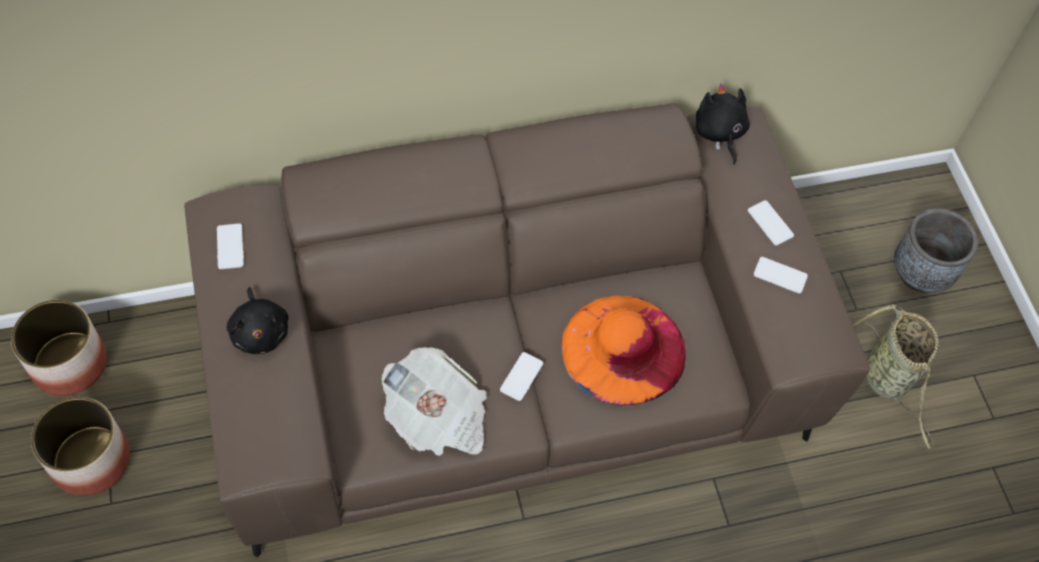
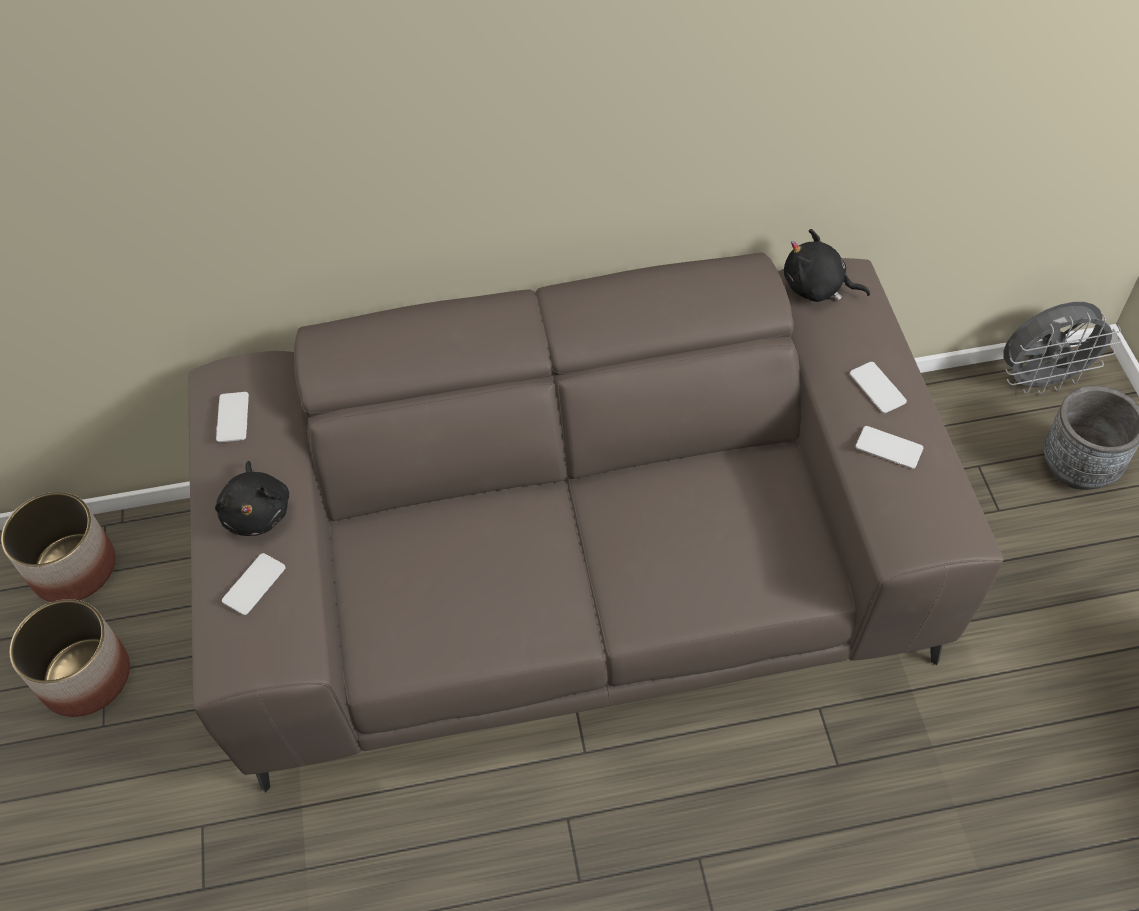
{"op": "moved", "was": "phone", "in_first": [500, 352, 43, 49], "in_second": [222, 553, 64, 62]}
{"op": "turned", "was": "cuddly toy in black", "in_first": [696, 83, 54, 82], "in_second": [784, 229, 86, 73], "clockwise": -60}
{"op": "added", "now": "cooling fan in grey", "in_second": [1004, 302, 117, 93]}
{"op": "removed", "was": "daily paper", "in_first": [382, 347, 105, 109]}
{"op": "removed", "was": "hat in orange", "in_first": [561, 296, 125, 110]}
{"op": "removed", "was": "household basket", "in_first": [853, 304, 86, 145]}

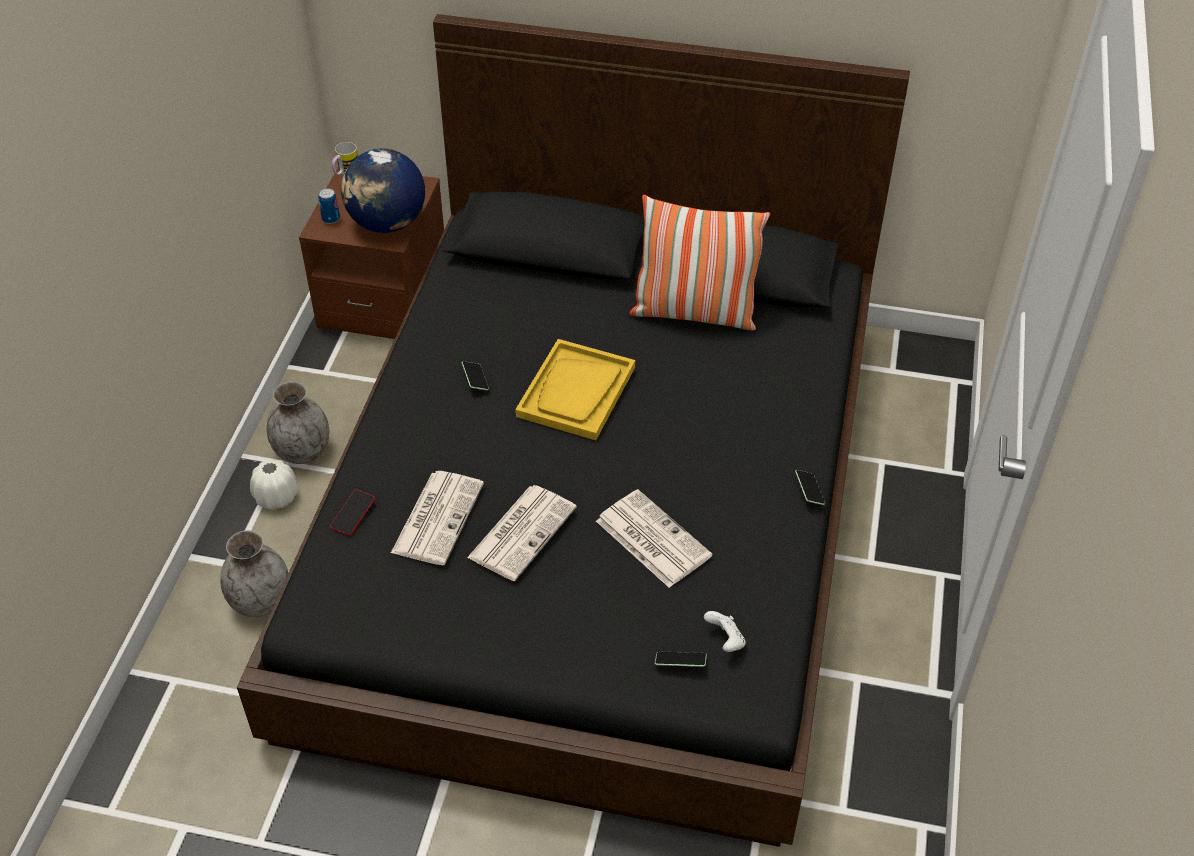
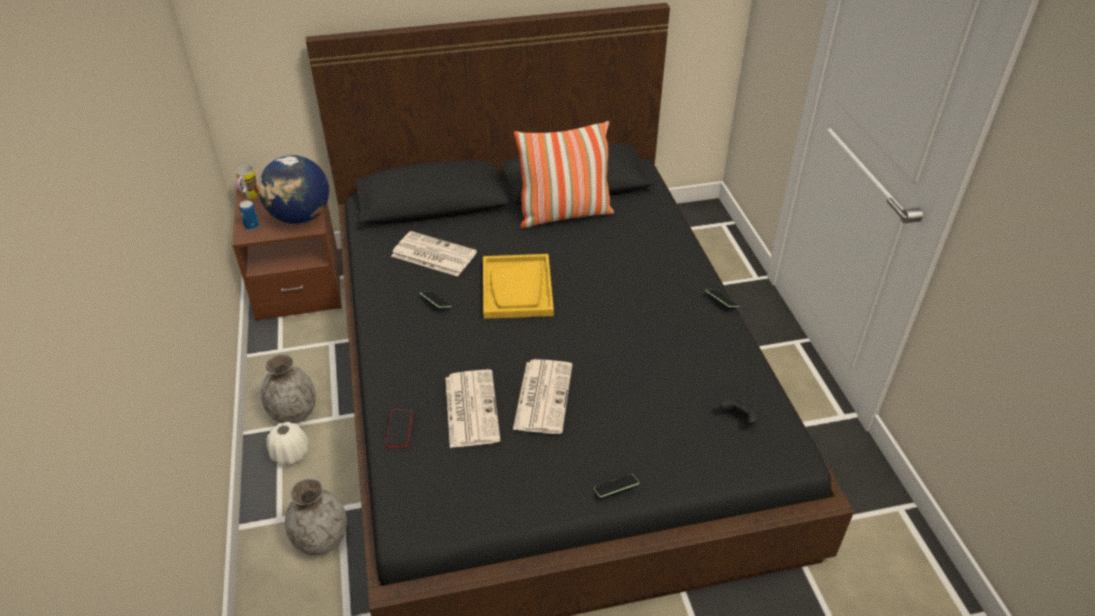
{"op": "moved", "was": "daily paper", "in_first": [596, 489, 116, 99], "in_second": [391, 231, 86, 45]}
{"op": "moved", "was": "phone", "in_first": [655, 651, 52, 16], "in_second": [594, 474, 45, 24]}
{"op": "recoloured", "was": "joypad in white-coloured", "now": "joypad in black", "in_first": [704, 611, 42, 41], "in_second": [720, 399, 38, 26]}

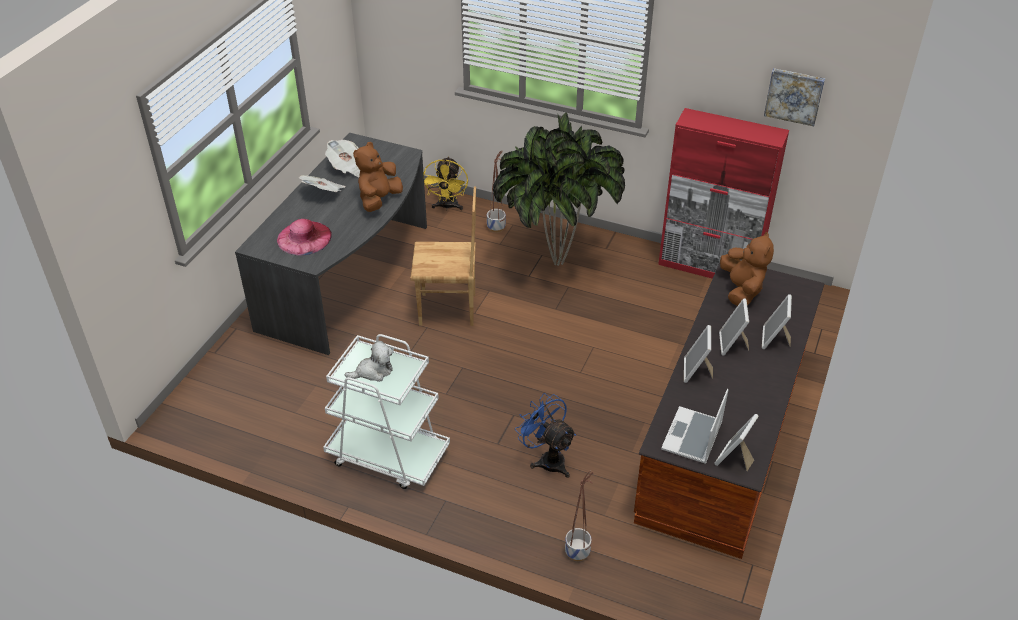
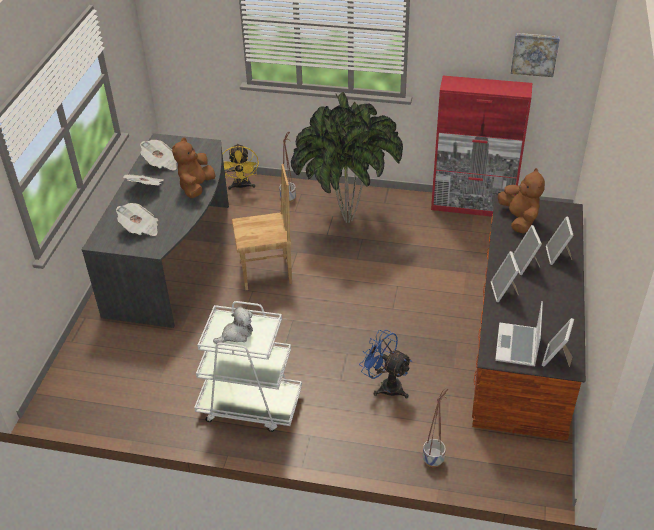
{"op": "replaced", "was": "hat in pink-coloured", "now": "daily paper", "in_first": [277, 219, 55, 36], "in_second": [116, 203, 42, 33]}

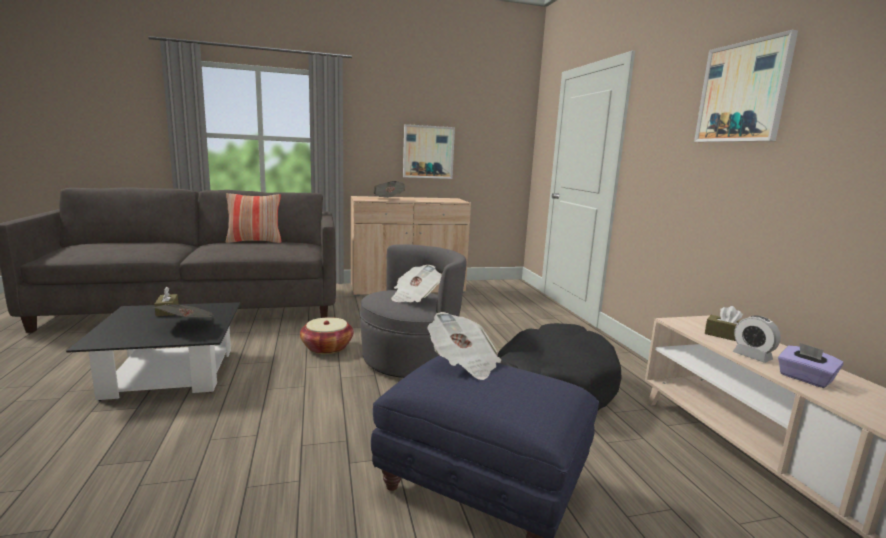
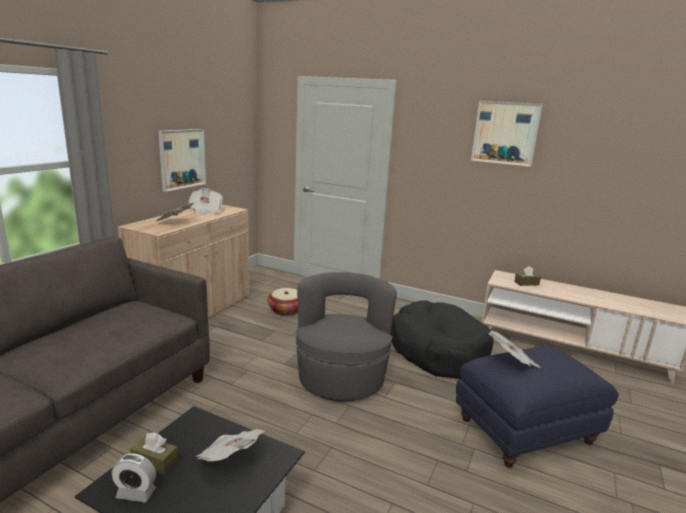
{"op": "moved", "was": "alarm clock", "in_first": [733, 315, 48, 48], "in_second": [112, 454, 44, 48]}
{"op": "moved", "was": "daily paper", "in_first": [391, 265, 51, 37], "in_second": [188, 188, 35, 28]}
{"op": "moved", "was": "household basket", "in_first": [300, 317, 53, 37], "in_second": [267, 288, 31, 28]}
{"op": "removed", "was": "cushion", "in_first": [226, 193, 56, 50]}
{"op": "removed", "was": "tissue box in purple-coloured", "in_first": [778, 343, 66, 45]}

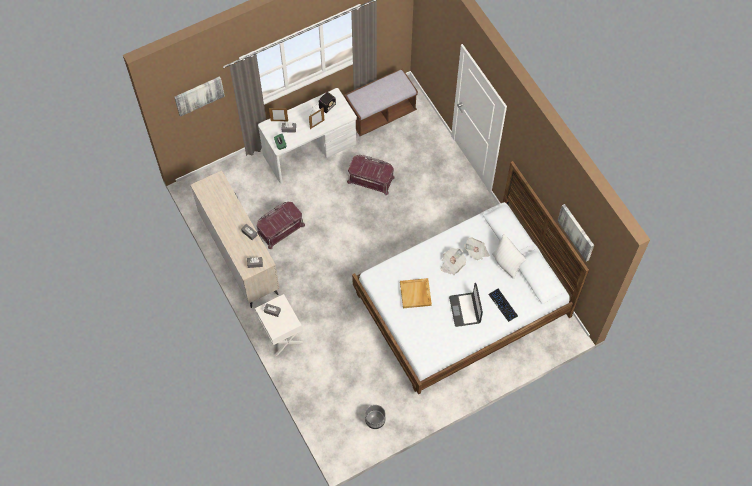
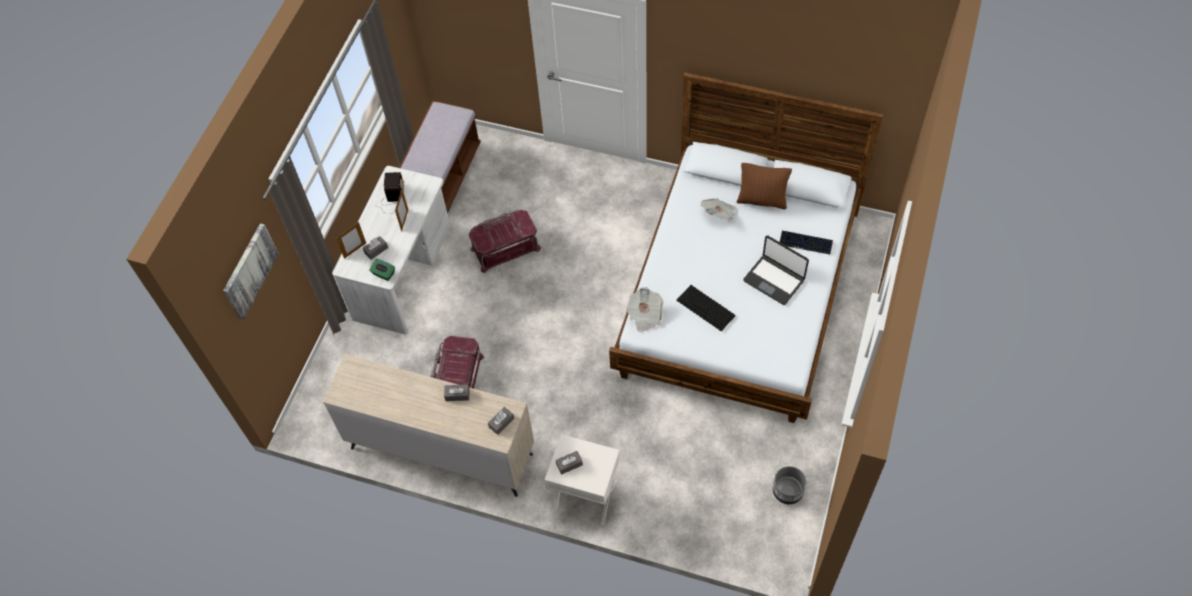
{"op": "moved", "was": "daily paper", "in_first": [441, 248, 25, 27], "in_second": [626, 287, 37, 45]}
{"op": "replaced", "was": "tray in beige-coloured", "now": "PC keyboard", "in_first": [400, 278, 32, 30], "in_second": [676, 285, 60, 46]}
{"op": "recoloured", "was": "cushion in white-coloured", "now": "cushion in brownish", "in_first": [492, 234, 34, 45], "in_second": [736, 163, 56, 47]}
{"op": "removed", "was": "wall art", "in_first": [557, 204, 37, 58]}

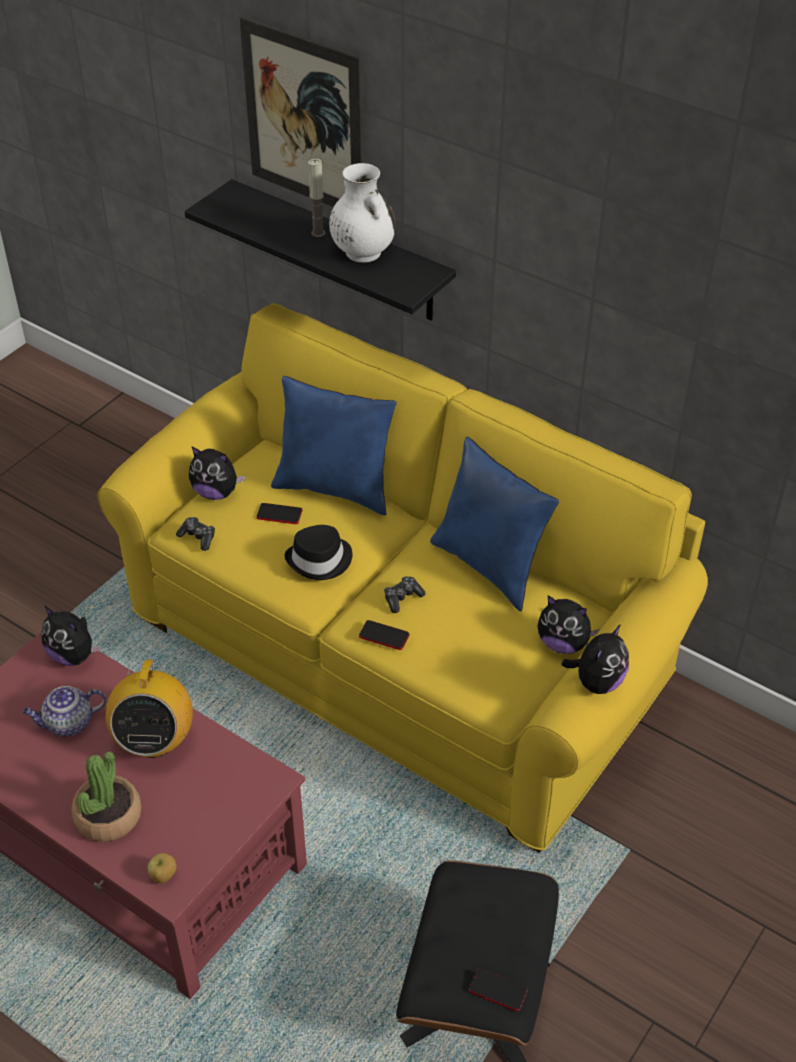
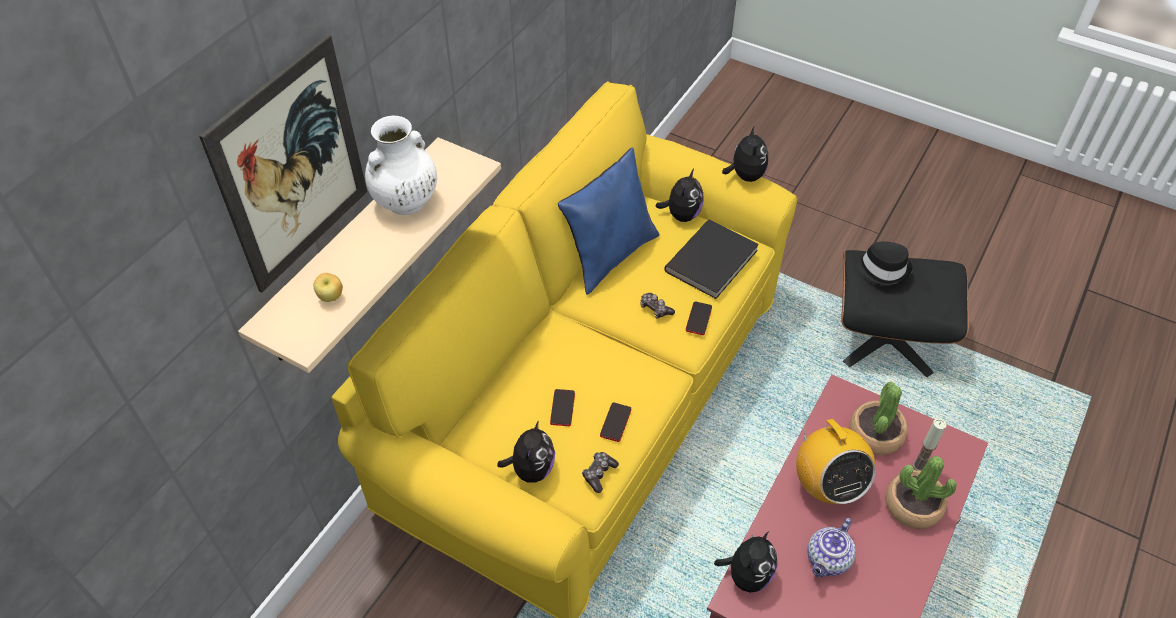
{"op": "recoloured", "was": "shelf in black", "now": "shelf in beige-coloured", "in_first": [185, 179, 271, 141], "in_second": [238, 137, 263, 236]}
{"op": "moved", "was": "whole apple", "in_first": [148, 853, 28, 31], "in_second": [313, 273, 30, 29]}
{"op": "moved", "was": "phone", "in_first": [469, 968, 59, 43], "in_second": [600, 402, 31, 40]}
{"op": "added", "now": "volume in black", "in_second": [664, 220, 95, 79]}
{"op": "turned", "was": "cuddly toy", "in_first": [561, 624, 68, 70], "in_second": [722, 125, 46, 57], "clockwise": 60}
{"op": "turned", "was": "radio set", "in_first": [105, 656, 88, 102], "in_second": [796, 419, 80, 85], "clockwise": 75}
{"op": "turned", "was": "teapot", "in_first": [23, 686, 83, 50], "in_second": [807, 518, 49, 59], "clockwise": 60}
{"op": "added", "now": "potted plant", "in_second": [849, 382, 58, 73]}
{"op": "moved", "was": "hat in black", "in_first": [285, 525, 67, 55], "in_second": [855, 241, 58, 45]}
{"op": "moved", "was": "wax light", "in_first": [308, 159, 17, 78], "in_second": [913, 418, 34, 53]}
{"op": "removed", "was": "cushion in bluish", "in_first": [271, 376, 125, 140]}

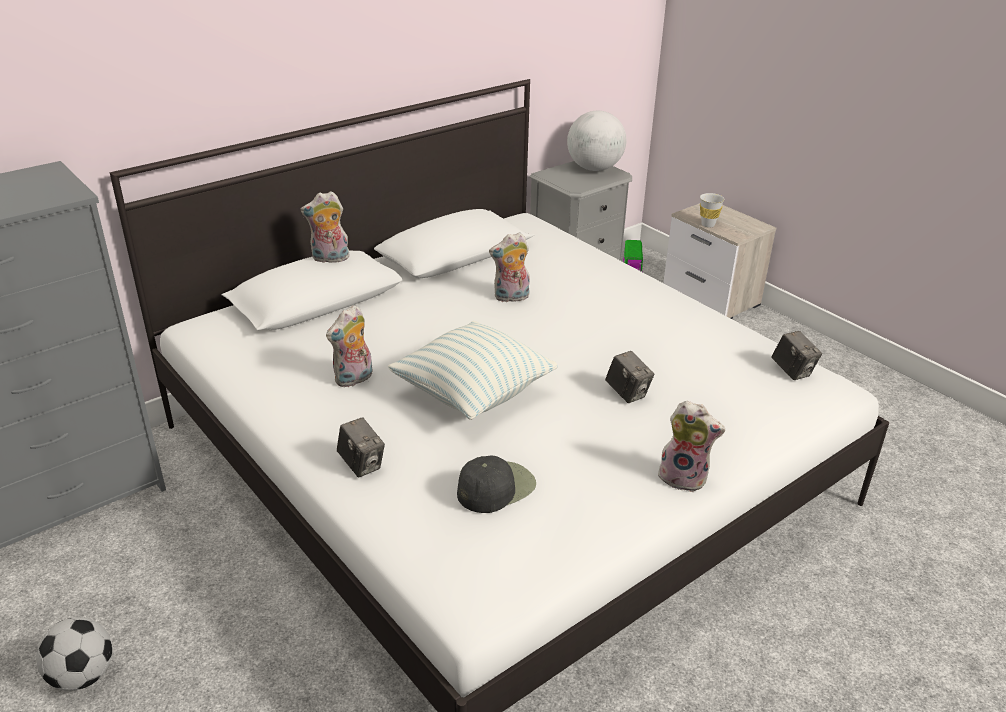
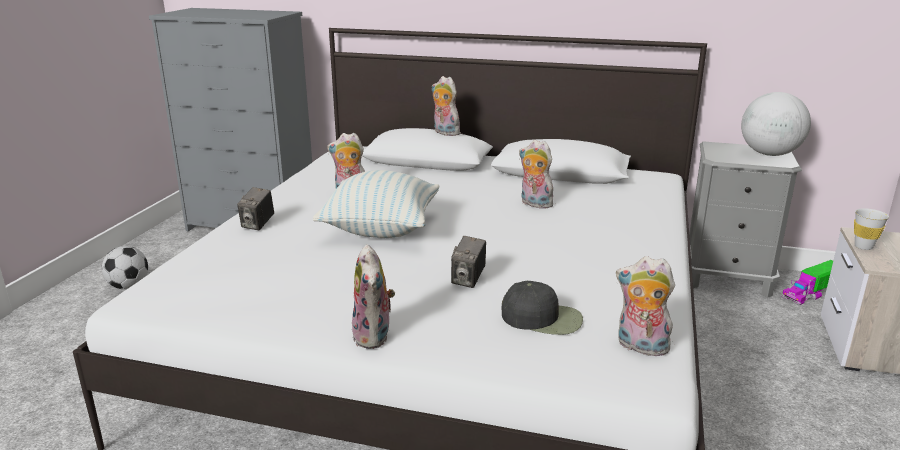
{"op": "moved", "was": "cap in black", "in_first": [457, 456, 79, 57], "in_second": [502, 281, 81, 54]}
{"op": "replaced", "was": "photo camera", "now": "cuddly toy", "in_first": [772, 331, 50, 49], "in_second": [616, 256, 59, 100]}

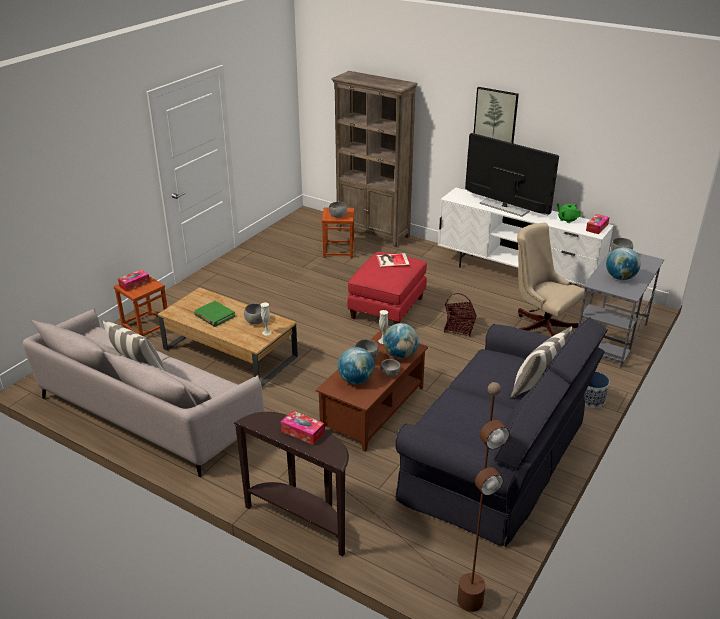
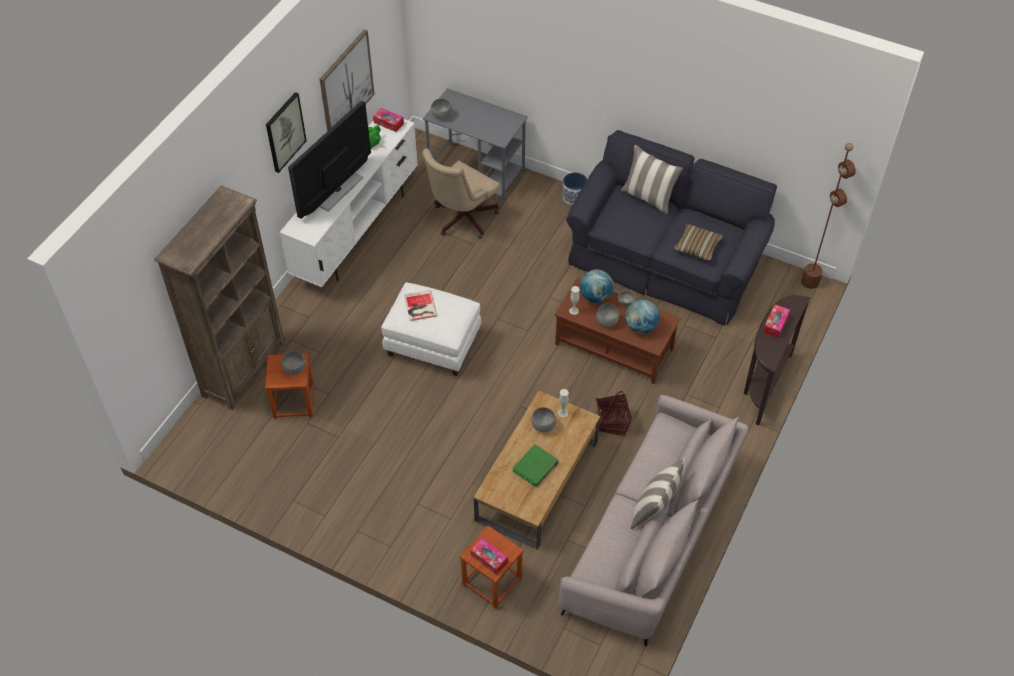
{"op": "added", "now": "wall art", "in_second": [320, 30, 54, 101]}
{"op": "recoloured", "was": "footrest in reddish", "now": "footrest in white-coloured", "in_first": [347, 252, 80, 72], "in_second": [381, 282, 100, 94]}
{"op": "moved", "was": "household basket", "in_first": [444, 293, 33, 43], "in_second": [595, 391, 37, 45]}
{"op": "added", "now": "cushion", "in_second": [674, 224, 49, 37]}
{"op": "removed", "was": "world globe", "in_first": [606, 247, 35, 33]}

